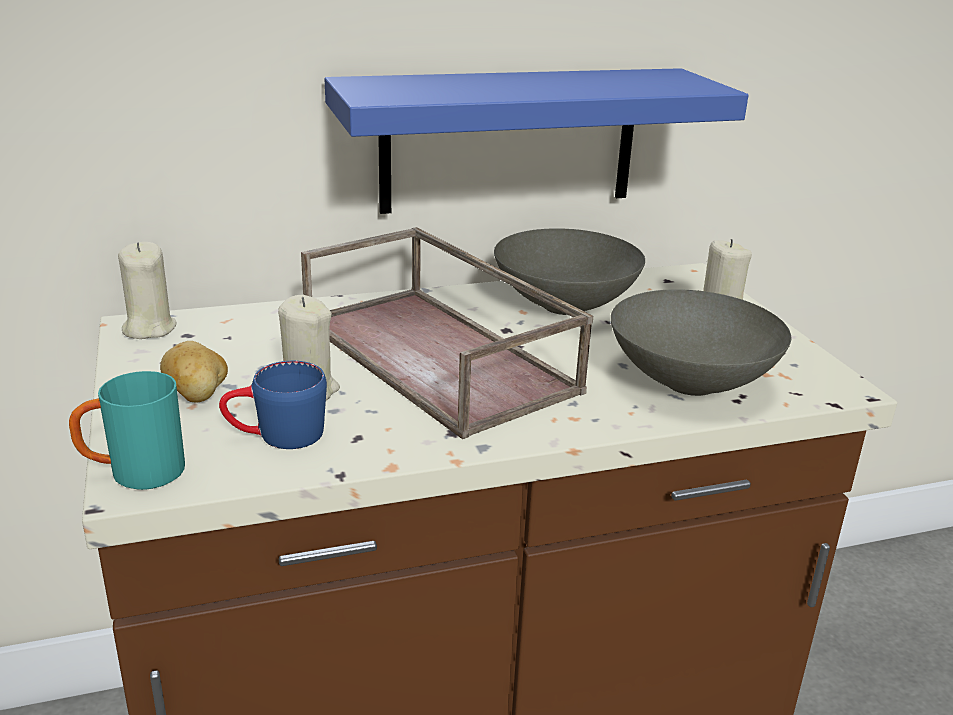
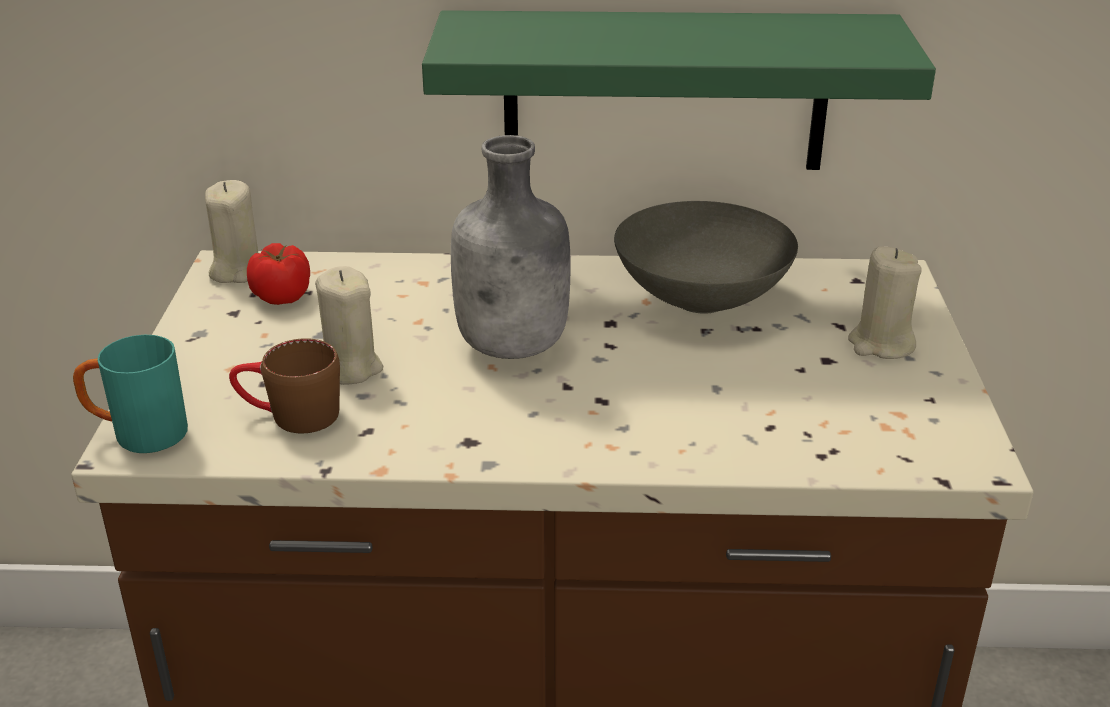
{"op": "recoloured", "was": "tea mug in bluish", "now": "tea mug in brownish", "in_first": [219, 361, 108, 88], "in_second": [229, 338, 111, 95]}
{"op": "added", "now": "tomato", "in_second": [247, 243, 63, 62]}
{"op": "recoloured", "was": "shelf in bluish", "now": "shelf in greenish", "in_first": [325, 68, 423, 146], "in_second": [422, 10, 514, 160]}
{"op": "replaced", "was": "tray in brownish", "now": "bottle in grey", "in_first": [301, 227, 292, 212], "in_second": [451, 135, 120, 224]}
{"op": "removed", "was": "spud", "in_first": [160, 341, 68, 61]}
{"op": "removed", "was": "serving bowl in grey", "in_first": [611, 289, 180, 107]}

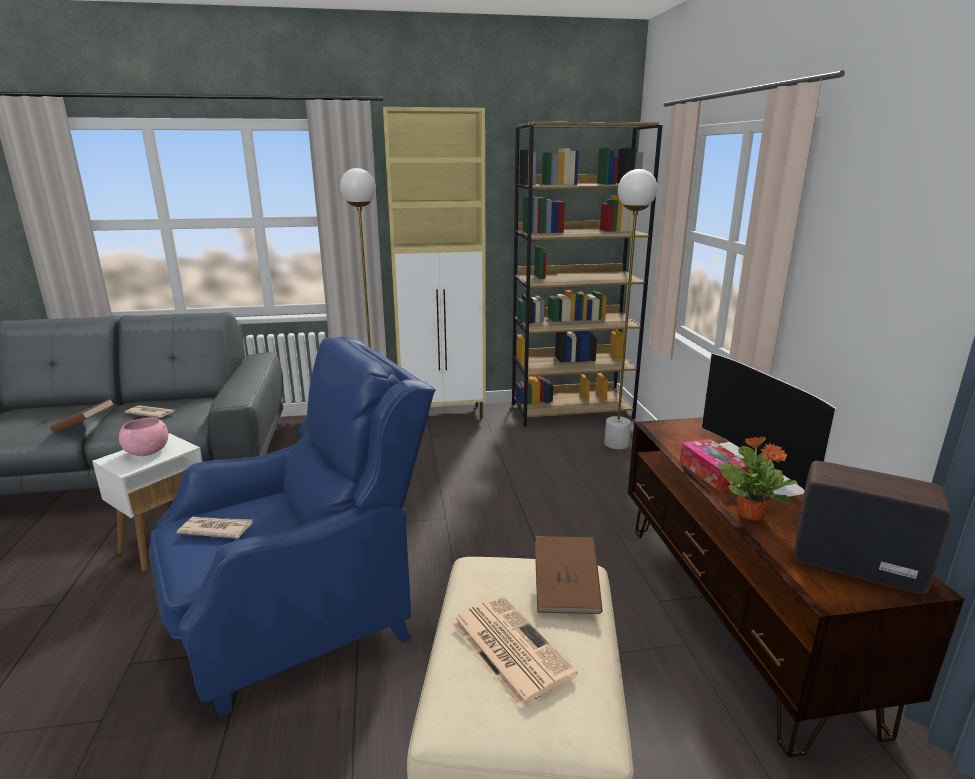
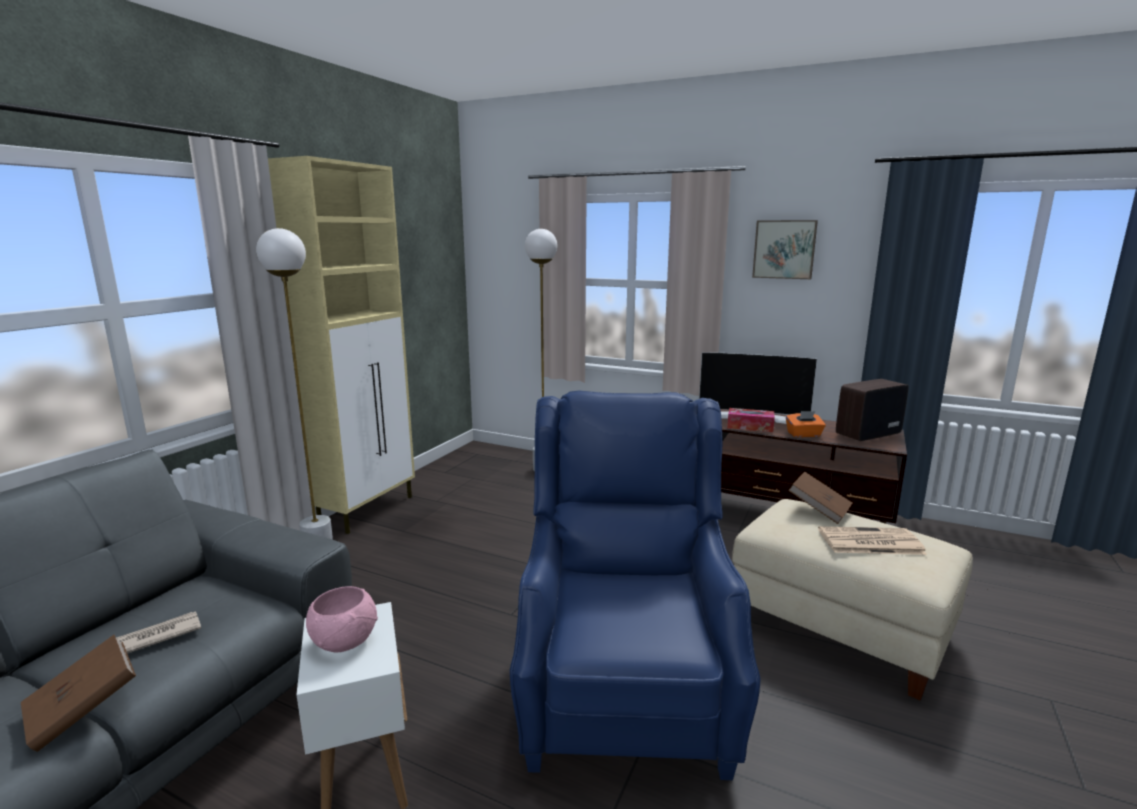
{"op": "added", "now": "wall art", "in_second": [752, 220, 66, 59]}
{"op": "replaced", "was": "potted plant", "now": "tissue box in orange", "in_first": [717, 436, 81, 85], "in_second": [786, 411, 40, 26]}
{"op": "removed", "was": "daily paper", "in_first": [176, 517, 77, 22]}
{"op": "removed", "was": "bookcase in brownish", "in_first": [512, 122, 151, 304]}

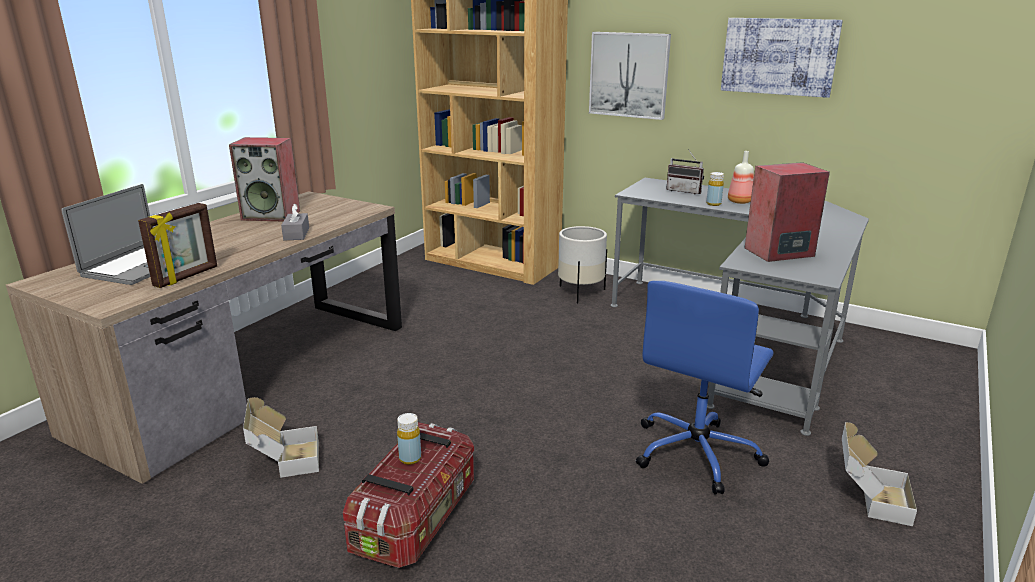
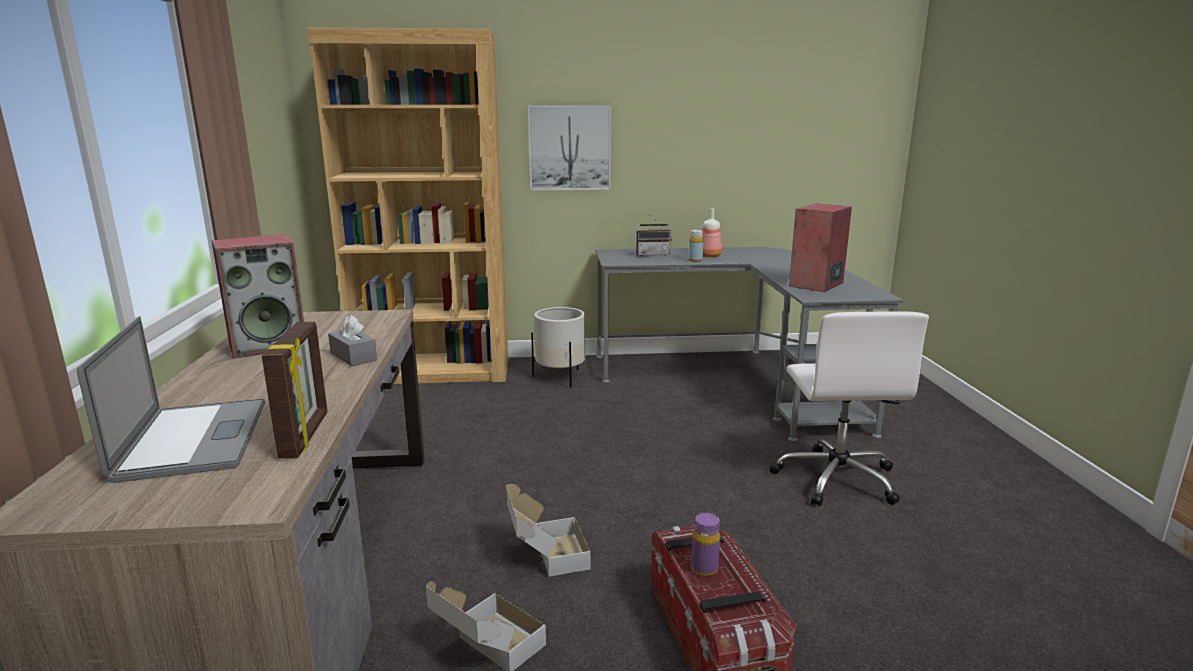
{"op": "moved", "was": "cardboard box", "in_first": [842, 422, 75, 104], "in_second": [506, 484, 84, 93]}
{"op": "recoloured", "was": "bottle in yellowish", "now": "bottle in purple-coloured", "in_first": [397, 413, 24, 52], "in_second": [691, 513, 29, 63]}
{"op": "recoloured", "was": "computer chair in bluish", "now": "computer chair in white-coloured", "in_first": [636, 281, 138, 213], "in_second": [769, 312, 160, 194]}
{"op": "removed", "was": "wall art", "in_first": [721, 18, 122, 80]}

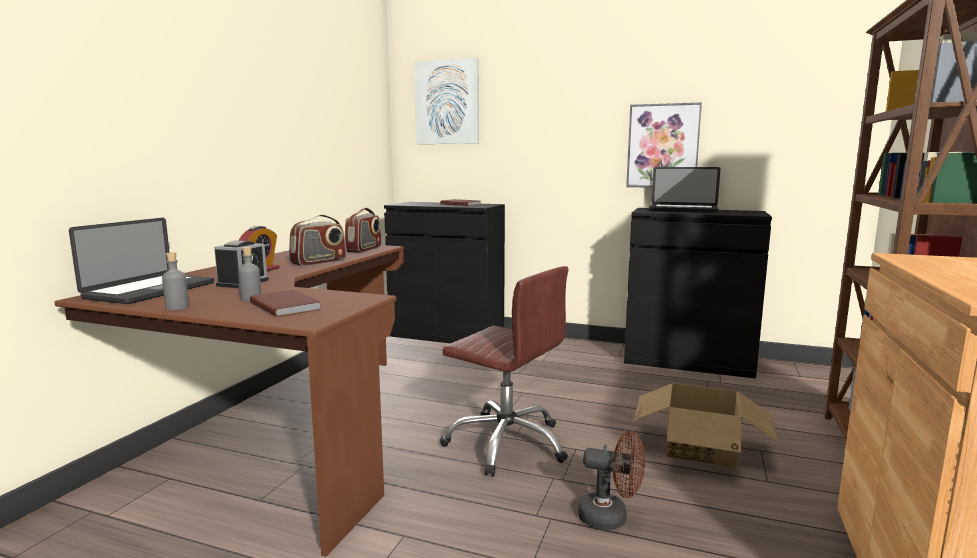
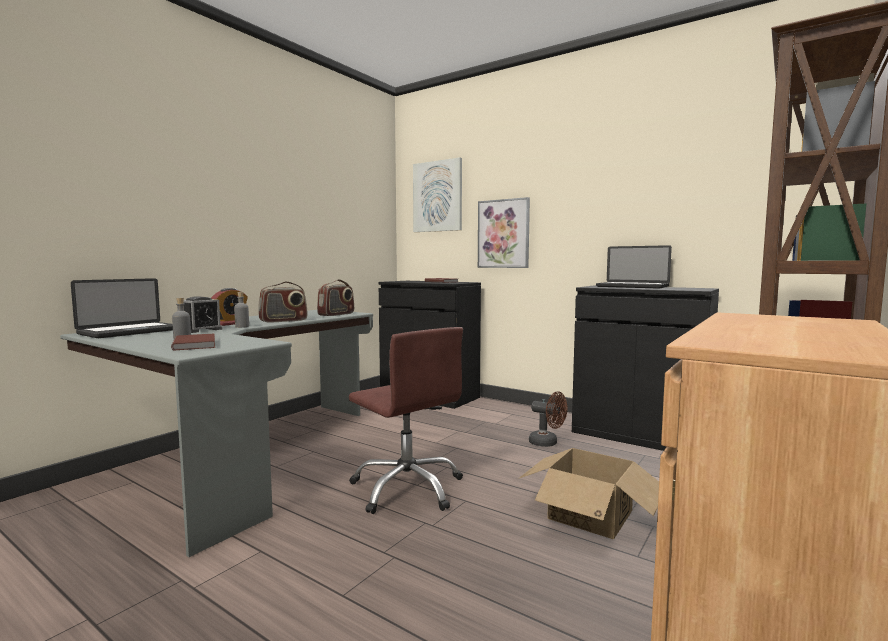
{"op": "recoloured", "was": "desk in brownish", "now": "desk in grey", "in_first": [55, 245, 349, 312], "in_second": [60, 310, 313, 247]}
{"op": "moved", "was": "bottle in grey", "in_first": [162, 252, 27, 58], "in_second": [234, 292, 15, 36]}
{"op": "moved", "was": "wall art", "in_first": [626, 102, 76, 86], "in_second": [478, 197, 52, 71]}
{"op": "moved", "was": "cooling fan in brownish", "in_first": [578, 431, 67, 99], "in_second": [529, 391, 38, 56]}

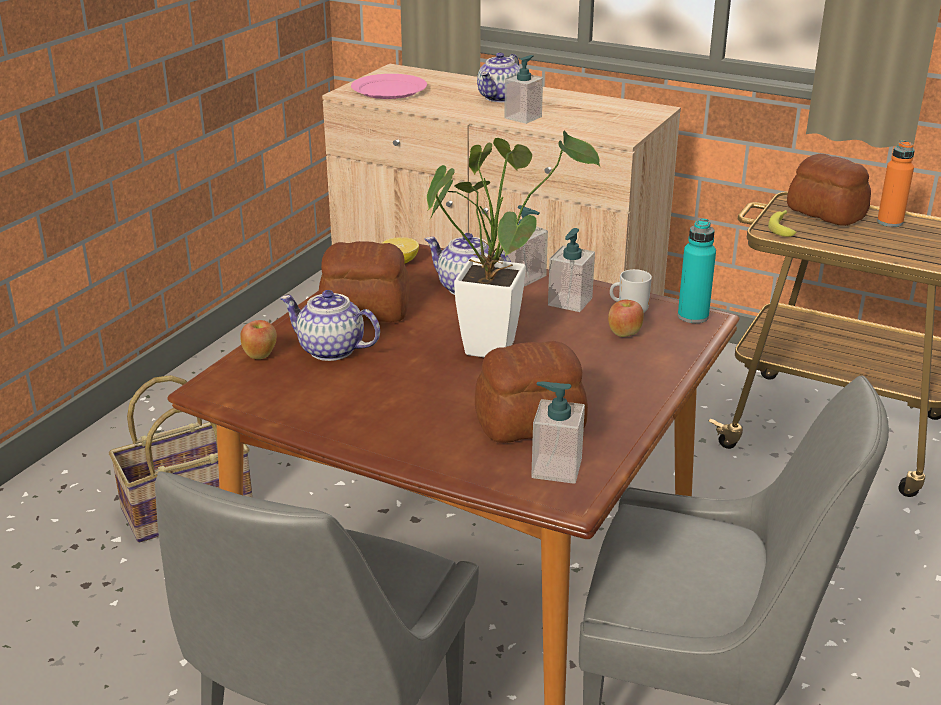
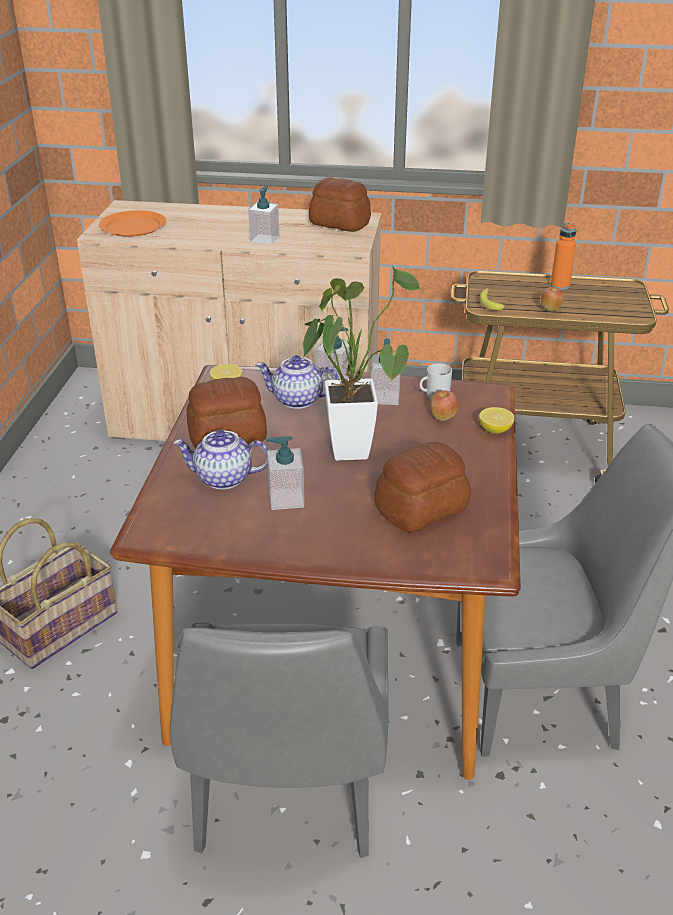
{"op": "recoloured", "was": "dinner plate in pink-coloured", "now": "dinner plate in orange", "in_first": [351, 74, 76, 25], "in_second": [99, 210, 67, 27]}
{"op": "moved", "was": "liquid soap bottle", "in_first": [531, 382, 54, 102], "in_second": [266, 436, 39, 74]}
{"op": "moved", "was": "bakery bread", "in_first": [787, 154, 84, 72], "in_second": [309, 177, 62, 55]}
{"op": "added", "now": "whole lemon", "in_second": [479, 407, 36, 27]}
{"op": "moved", "was": "whole apple", "in_first": [240, 320, 37, 39], "in_second": [541, 287, 23, 24]}
{"op": "removed", "was": "teapot", "in_first": [477, 52, 43, 50]}
{"op": "removed", "was": "bottle in blue-green", "in_first": [678, 218, 38, 105]}

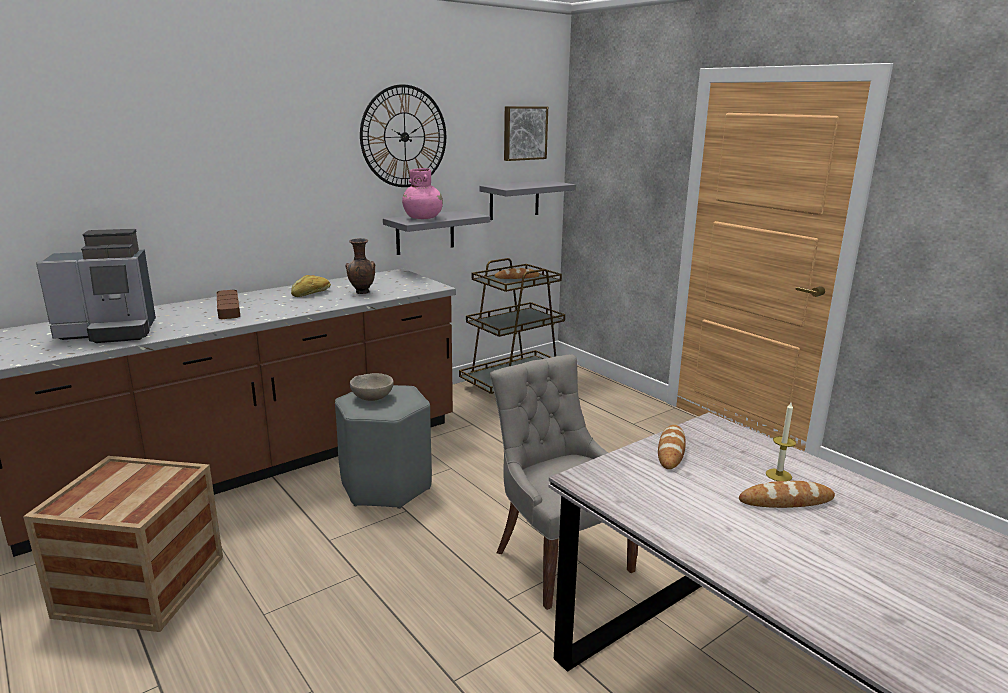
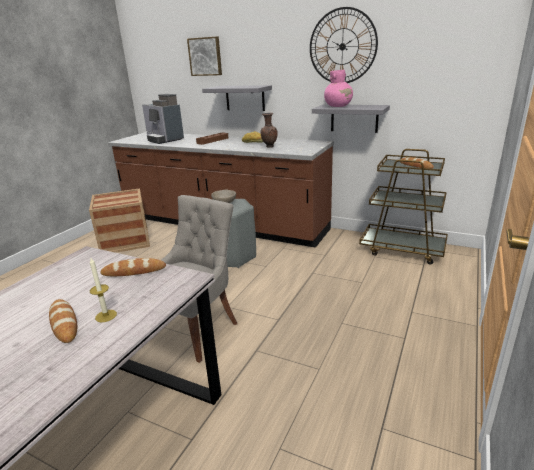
{"op": "moved", "was": "wall art", "in_first": [504, 106, 44, 55], "in_second": [187, 36, 35, 40]}
{"op": "moved", "was": "shelf in grey", "in_first": [479, 180, 97, 40], "in_second": [202, 85, 70, 26]}

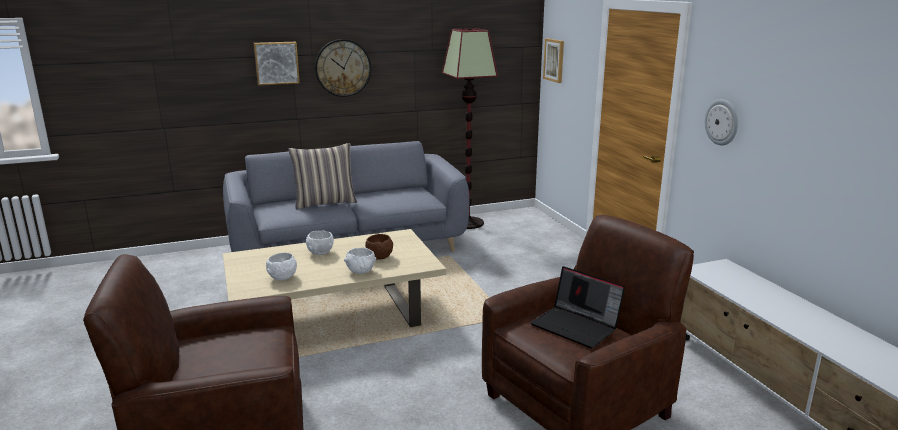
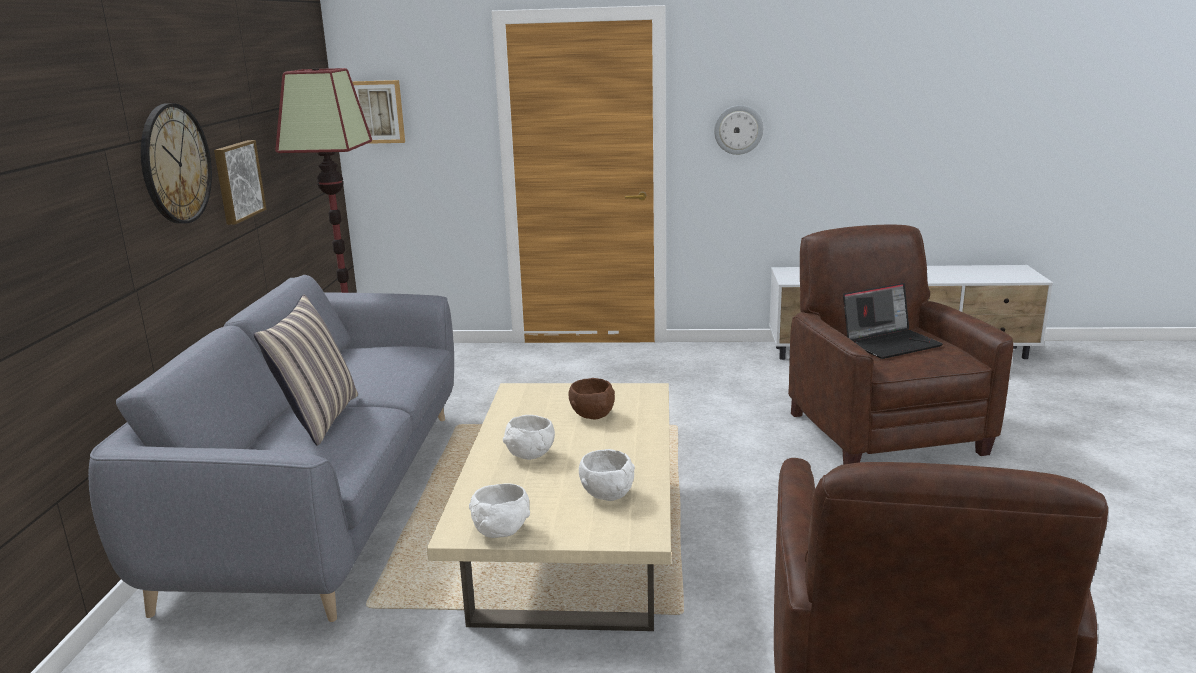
{"op": "moved", "was": "wall art", "in_first": [254, 42, 46, 44], "in_second": [214, 140, 52, 85]}
{"op": "moved", "was": "serving bowl in white-coloured", "in_first": [344, 248, 32, 26], "in_second": [469, 484, 61, 54]}

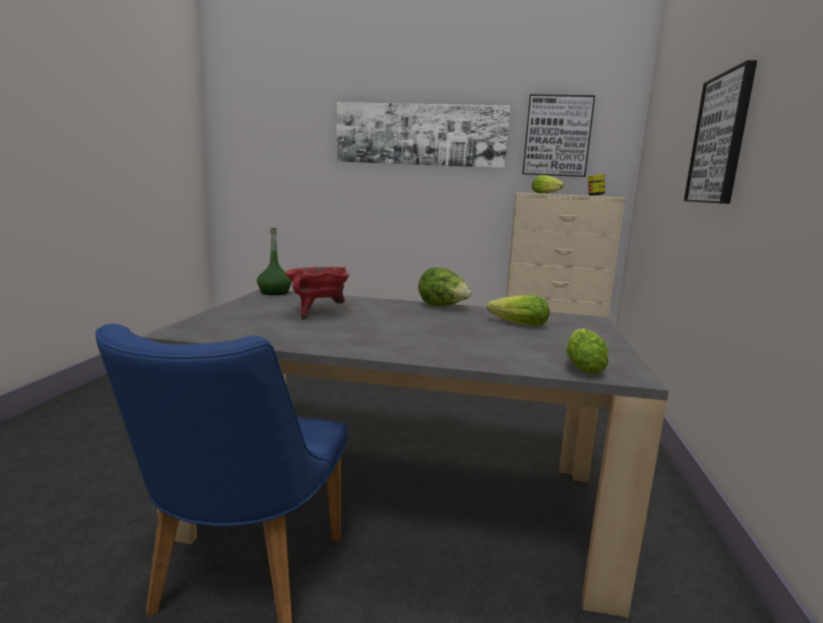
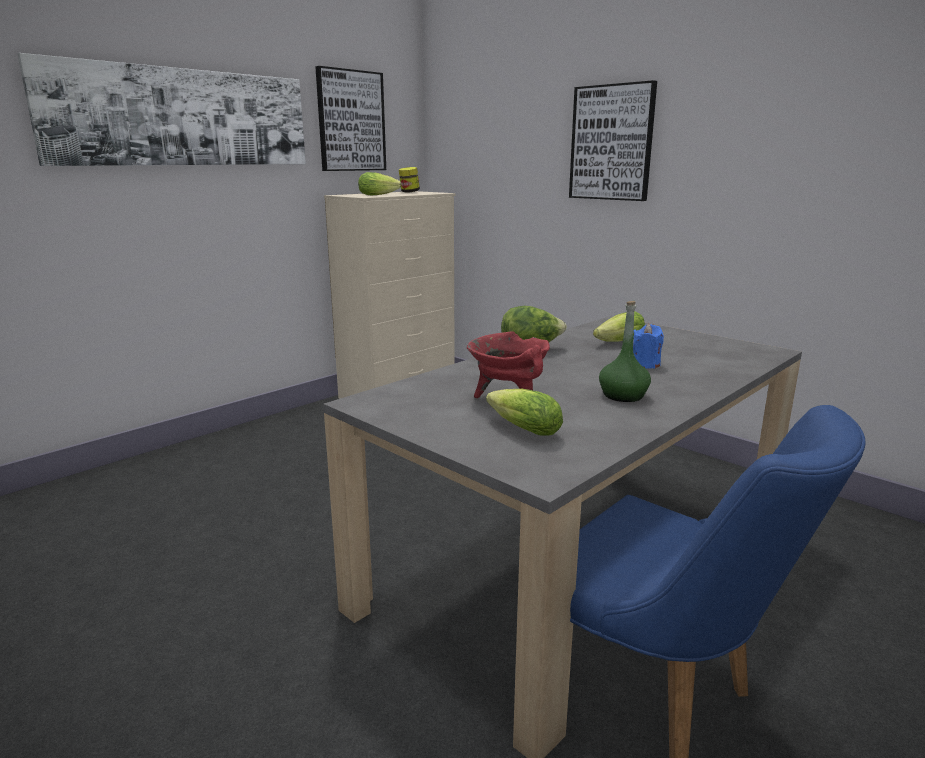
{"op": "moved", "was": "head of lettuce", "in_first": [566, 328, 43, 46], "in_second": [486, 389, 77, 47]}
{"op": "moved", "was": "bottle in greenish", "in_first": [257, 228, 35, 67], "in_second": [599, 301, 52, 101]}
{"op": "added", "now": "wax light in bluish", "in_second": [633, 324, 31, 44]}

